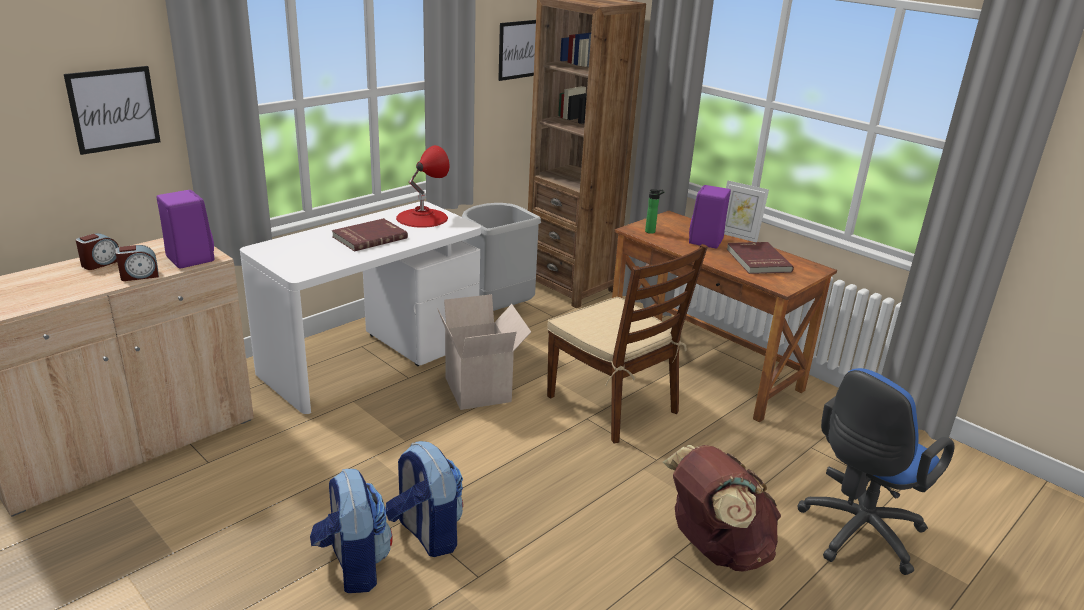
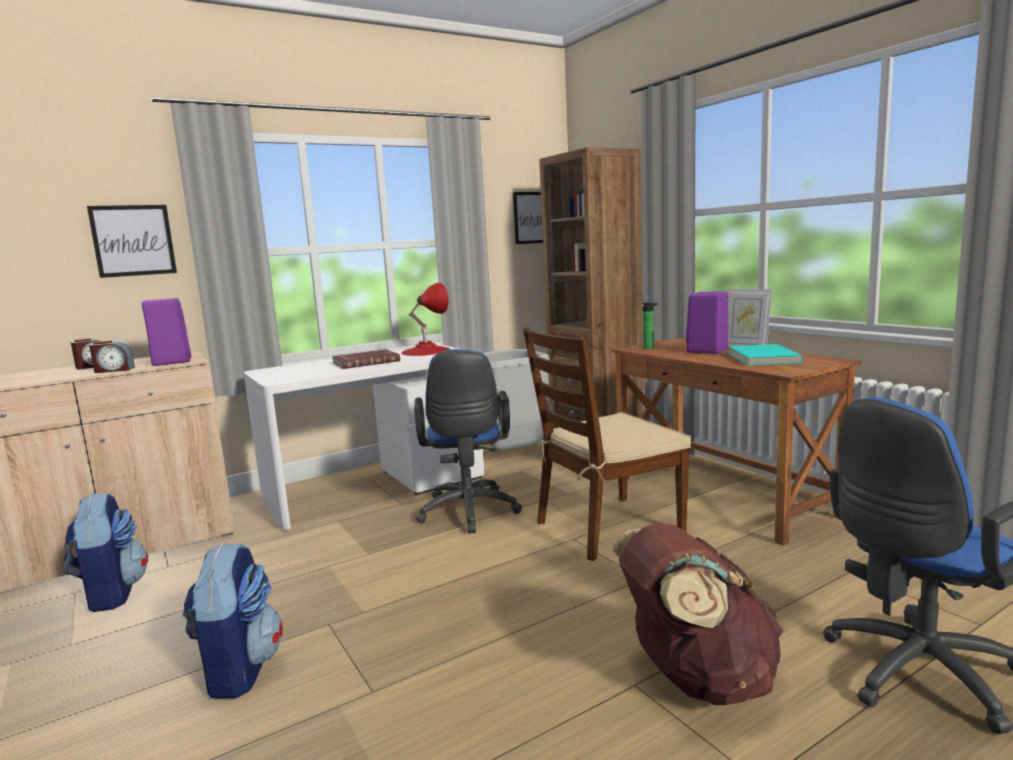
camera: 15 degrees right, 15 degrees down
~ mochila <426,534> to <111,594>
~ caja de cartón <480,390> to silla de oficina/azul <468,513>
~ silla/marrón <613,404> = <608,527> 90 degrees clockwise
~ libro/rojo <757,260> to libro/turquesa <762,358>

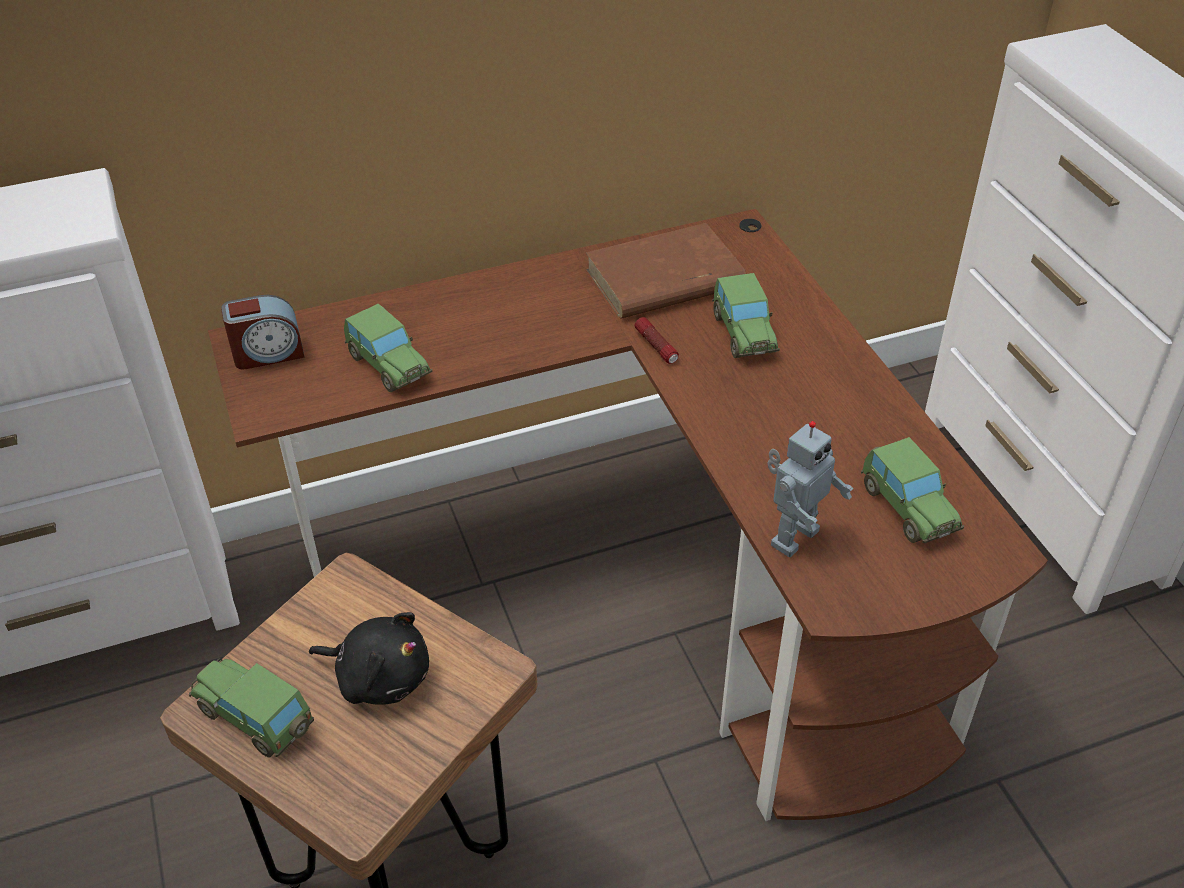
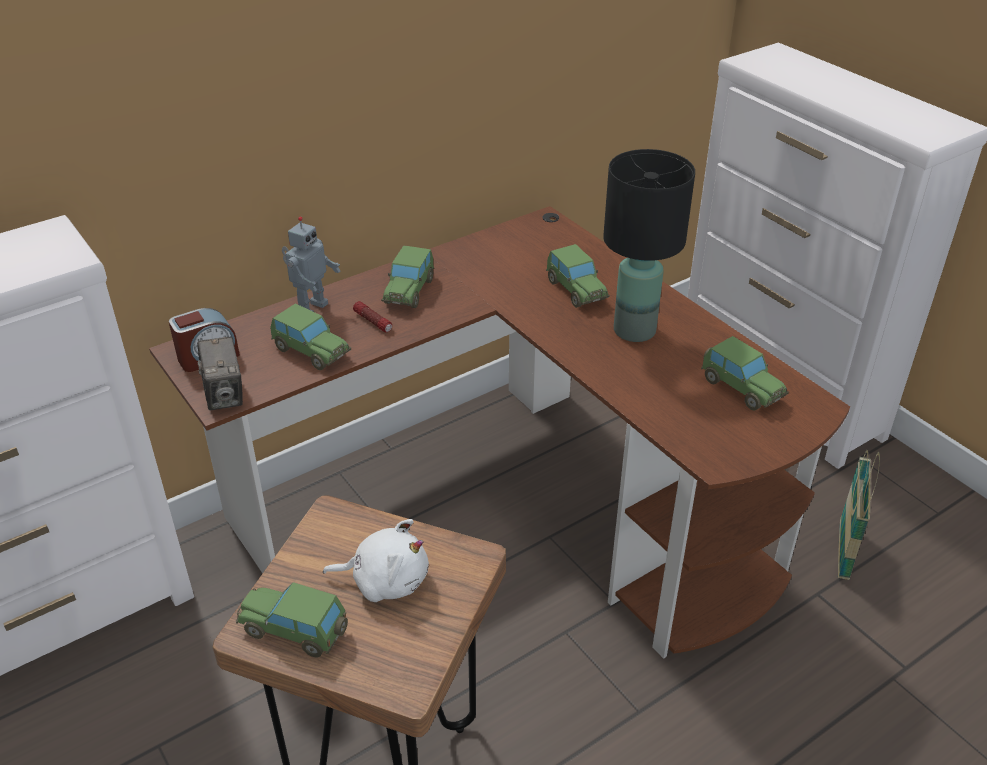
camera: 15 degrees left, 5 degrees down
+ cámara <225,395>
~ robot de juguete <792,536> to <310,309>
~ peluche/negro <379,677> to peluche/blanco <385,580>
~ linterna <656,346> to <373,322>
+ coche de juguete <409,291>
+ lámpara de mesa/negro <633,330>
+ cesta <843,551>
- libro/marrón <663,280>

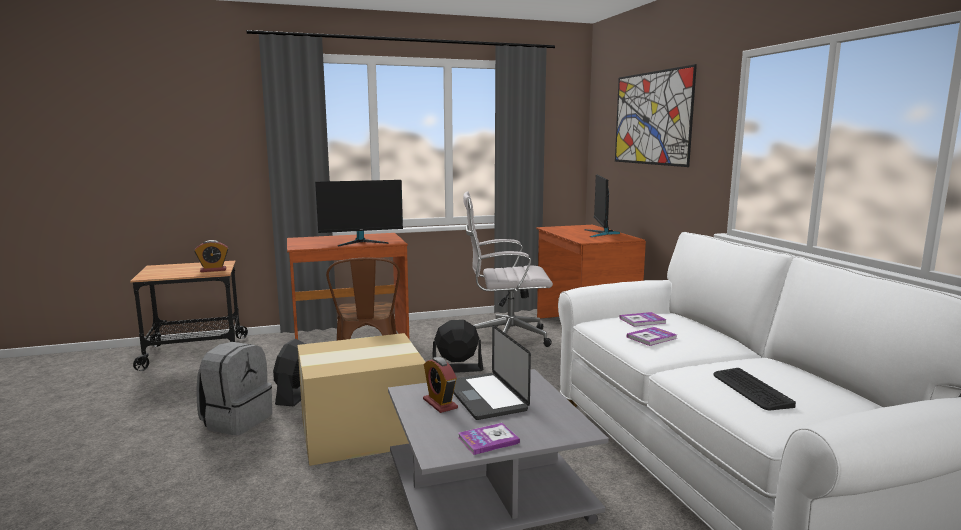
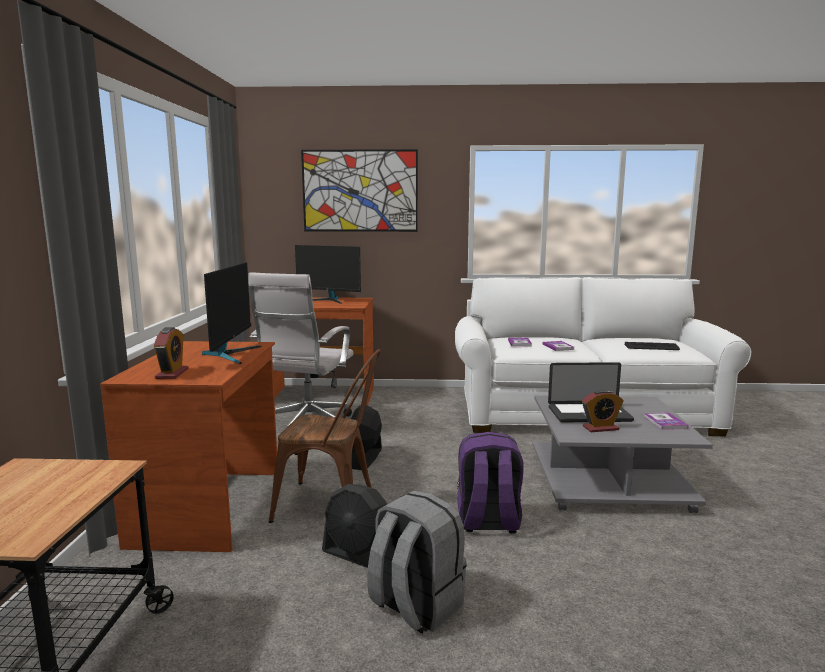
camera: 70 degrees left, 0 degrees up
~ despertador <213,270> to <172,373>
~ caja de cartón <360,432> to mochila/morado <488,522>

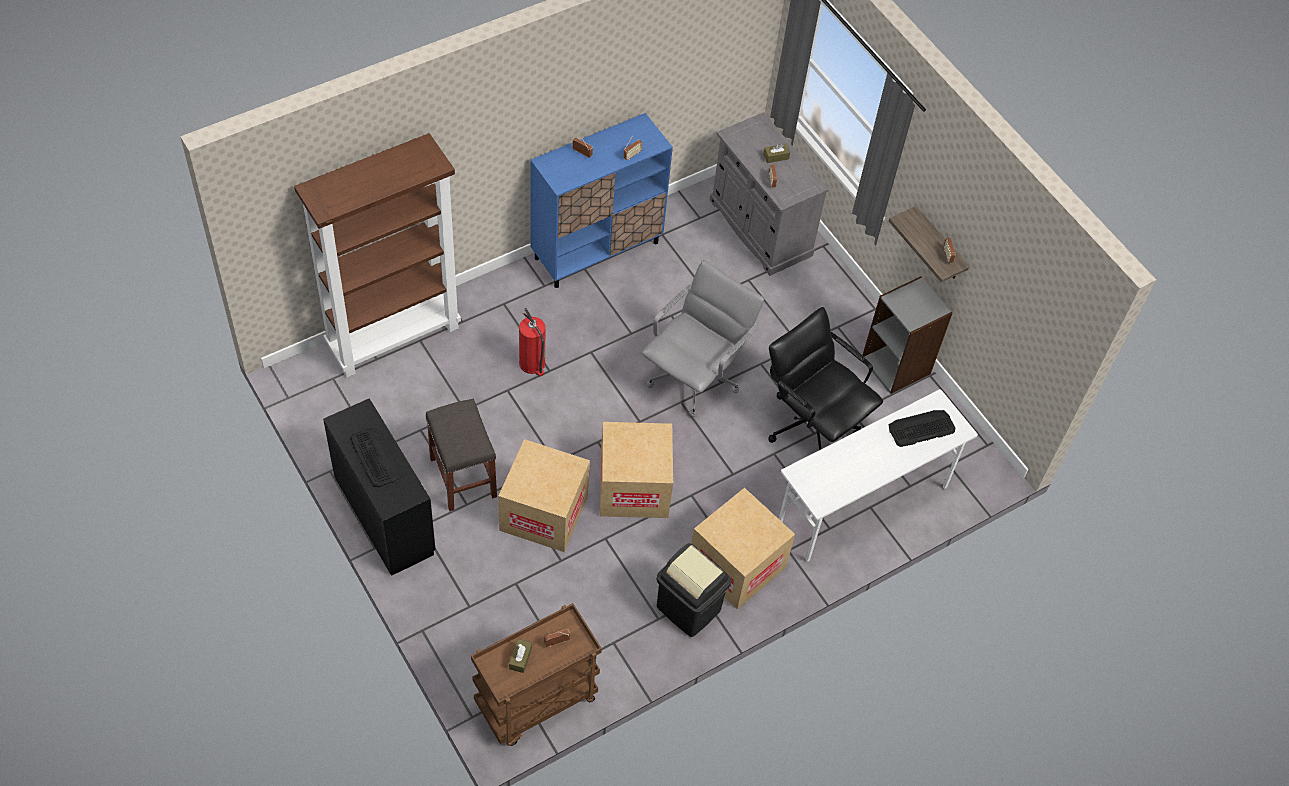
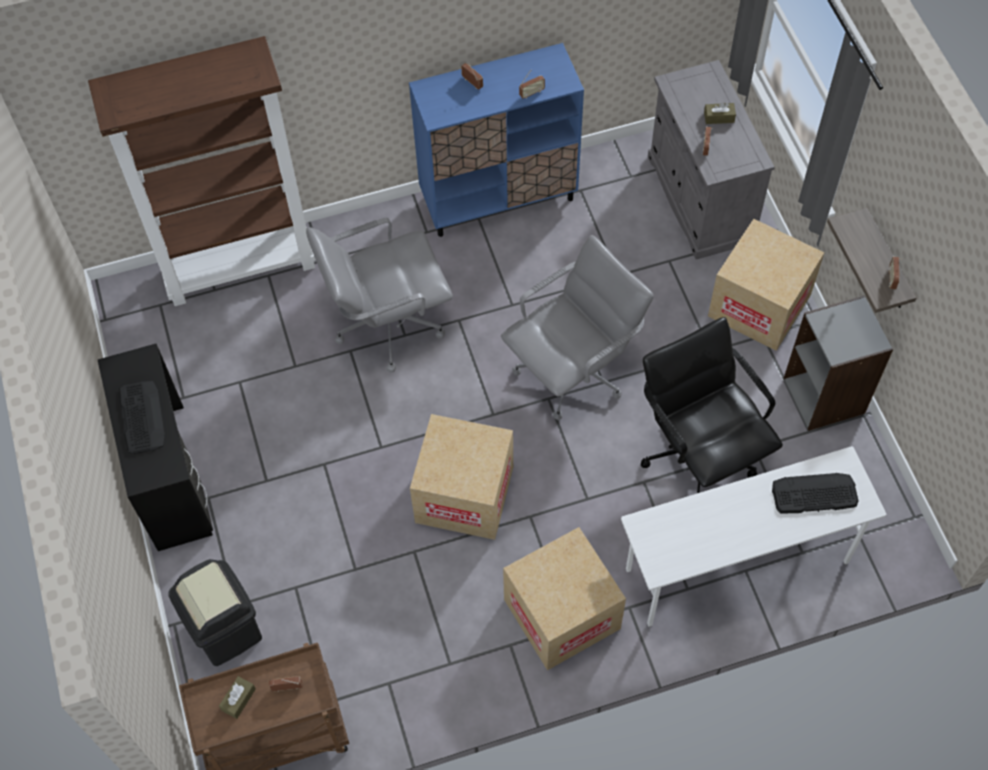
camera: 20 degrees right, 5 degrees up
~ papelera/negro <689,608> to <226,629>
~ extintor <532,364> to silla de oficina/gris <387,323>
~ caja de cartón <544,513> to <759,305>
- taburete/gris <464,478>

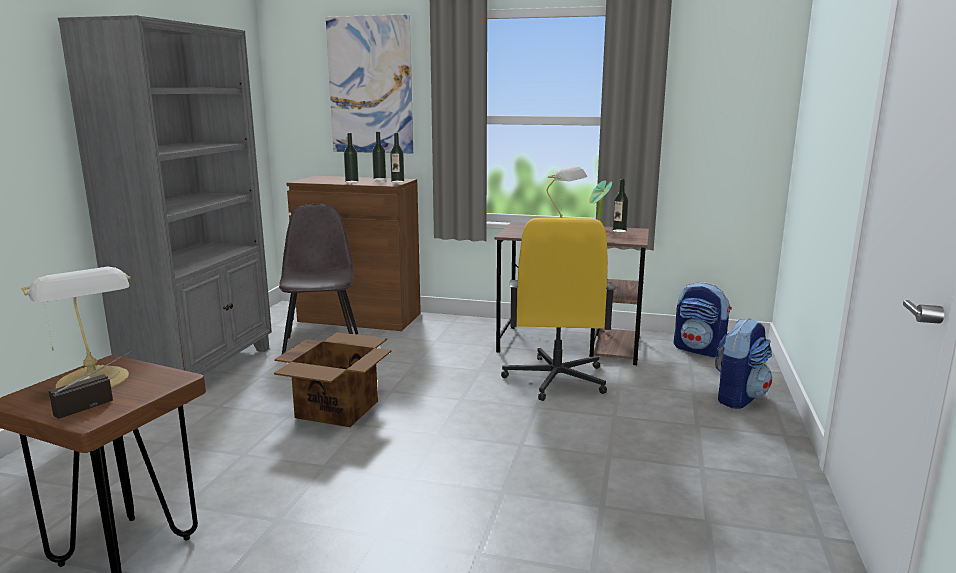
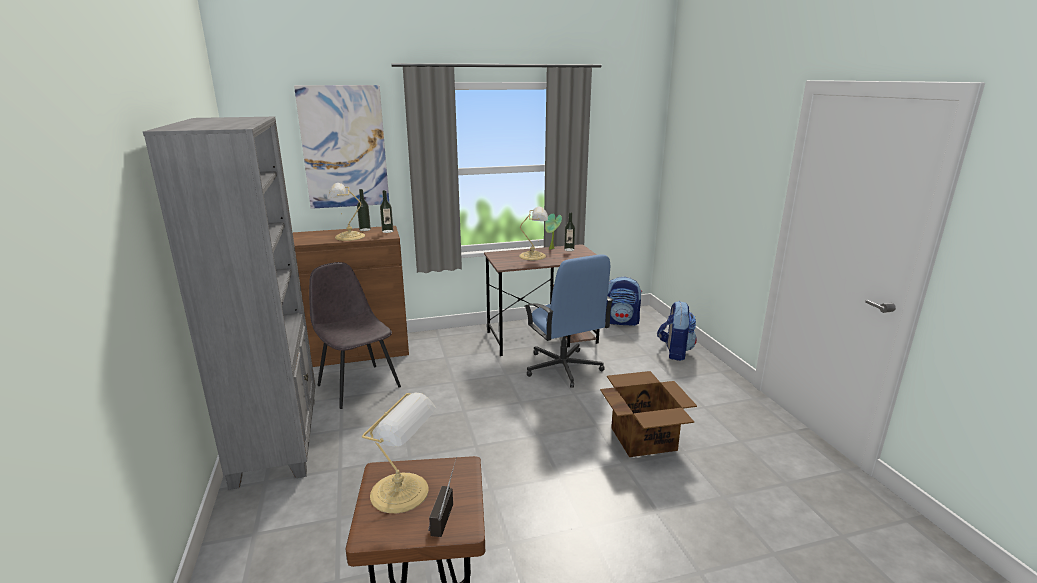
camera: 30 degrees left, 5 degrees up
~ botella <351,181> to lámpara de mesa <348,236>
~ silla de oficina/amarillo <556,380> to silla de oficina/azul <563,368>
~ caja de cartón <338,409> to <643,438>

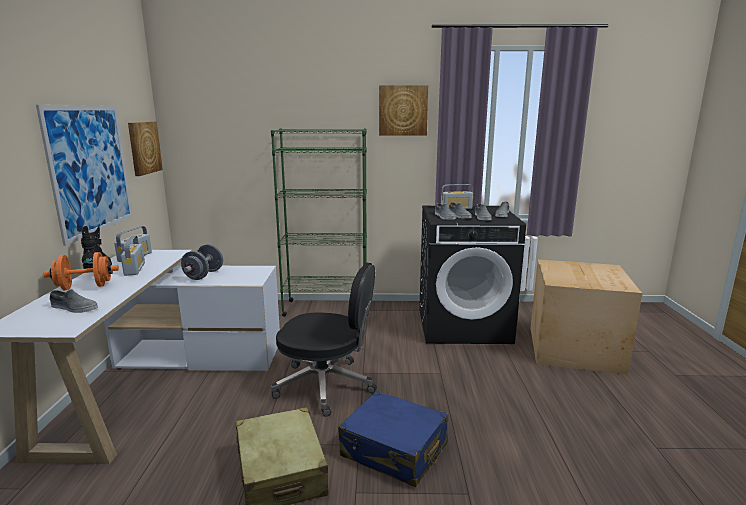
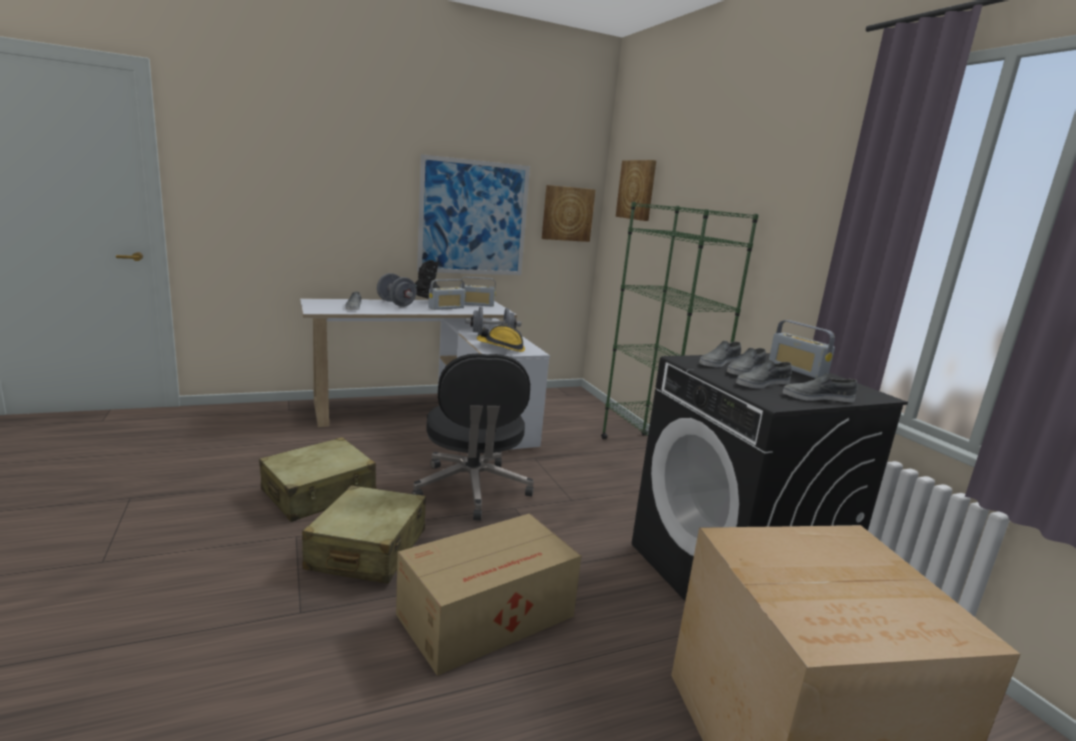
camera: 65 degrees right, 0 degrees up
~ maleta/azul <394,450> to maleta/beis <367,550>
~ mancuerna/naranja <85,287> to mancuerna/gris <396,303>
+ caja de cartón <489,615>
+ casco <501,348>
~ cuadro <403,110> to <637,190>

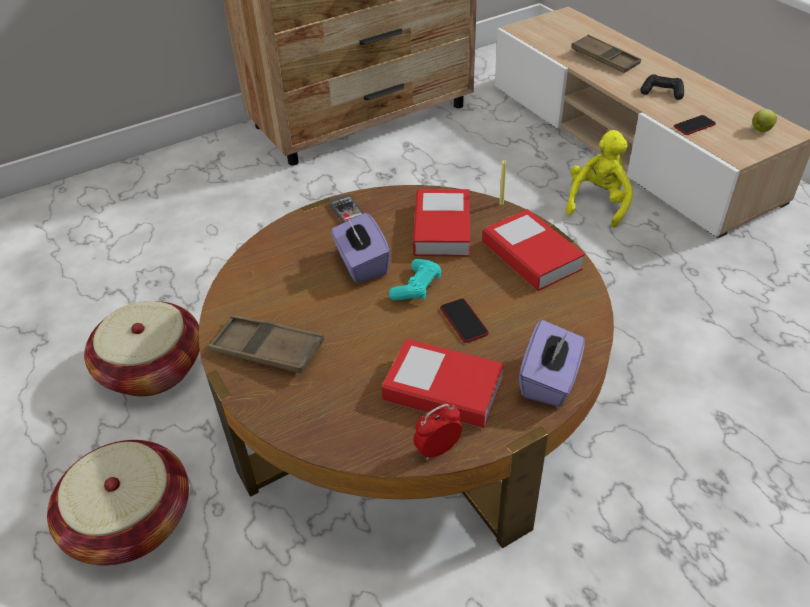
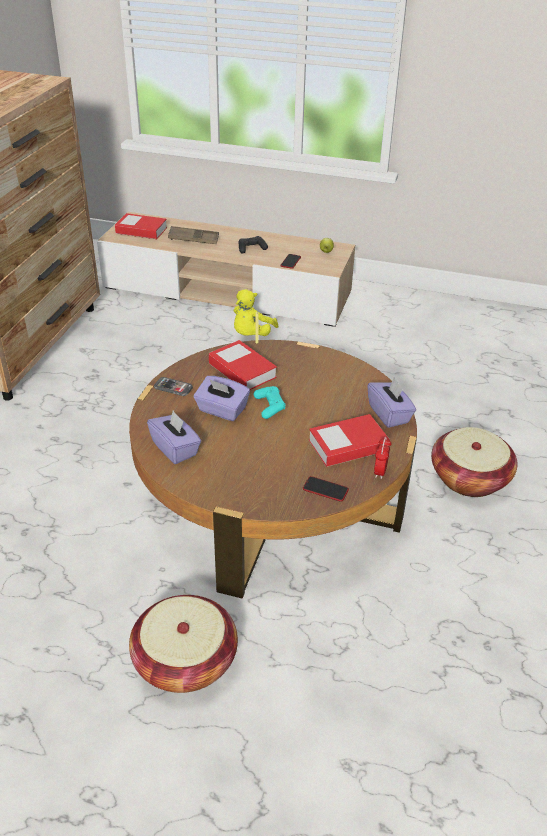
camera: 45 degrees left, 5 degrees down
~ libro <531,256> to <141,230>
+ caja de pañuelos/morado <175,449>
~ peluche/amarillo <598,203> = <251,335> 135 degrees counterclockwise
~ móvil <463,321> to <325,489>
~ cesta <152,368> to <469,478>
- bandeja/marrón <267,350>

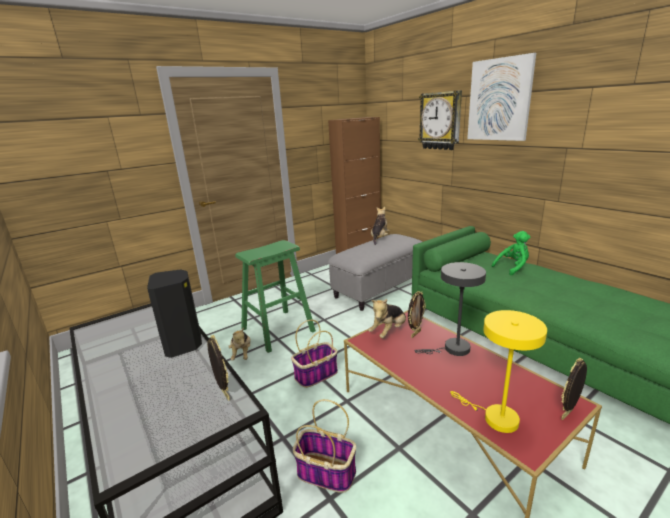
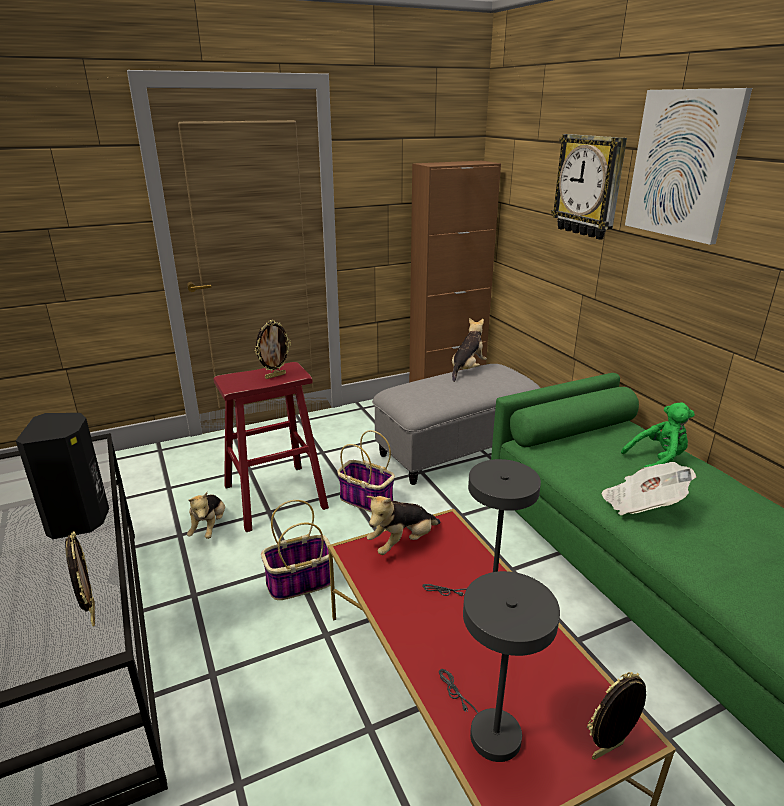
camera: 10 degrees right, 5 degrees up
~ taburete/verde <278,330> to taburete/rojo <275,496>
~ portarretratos <415,333> to <275,376>
~ cesta <325,472> to <365,499>
~ lámpara de mesa/amarillo <495,417> to lámpara de mesa/gris <488,730>
+ periódico <642,505>

